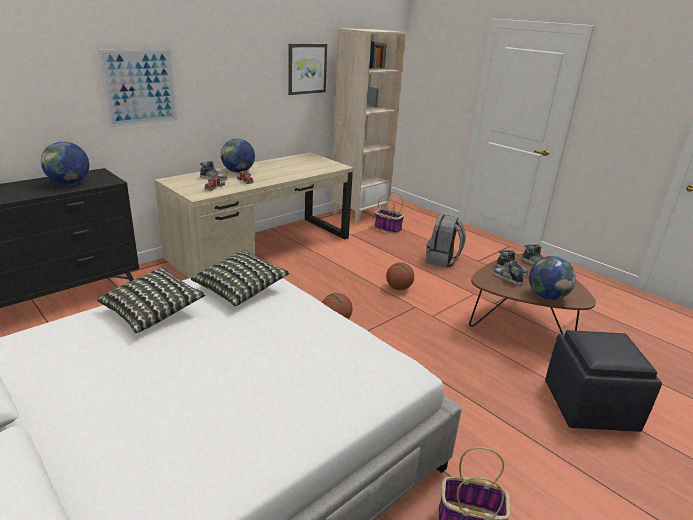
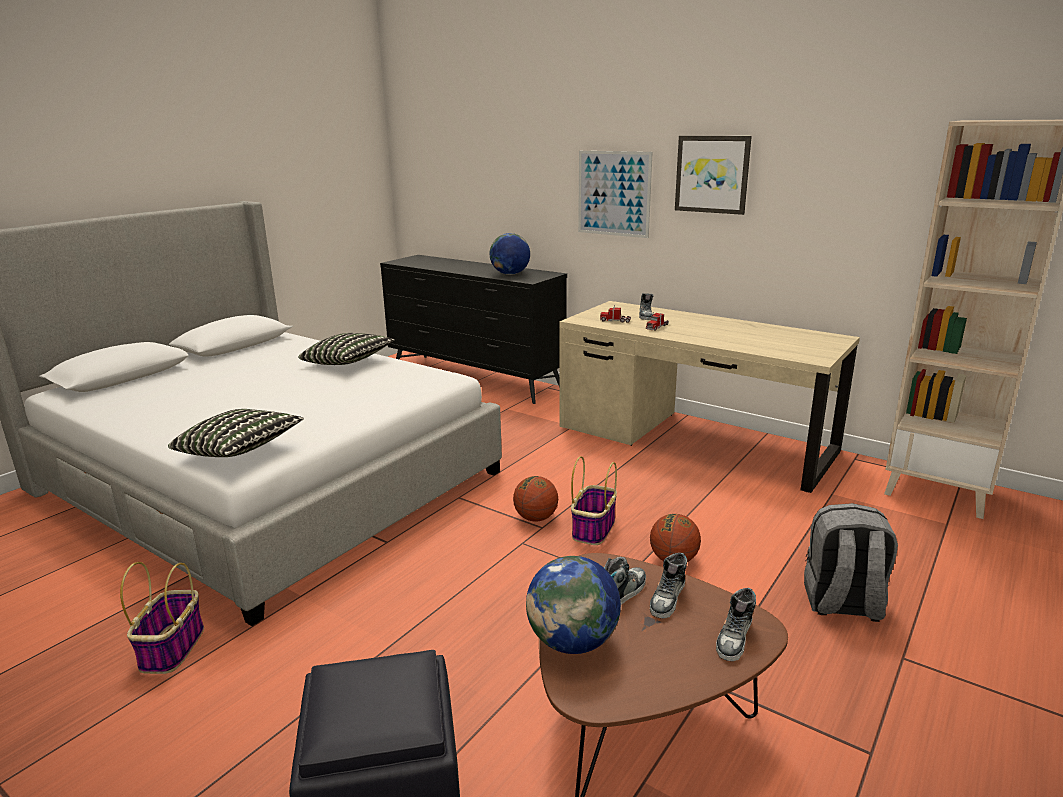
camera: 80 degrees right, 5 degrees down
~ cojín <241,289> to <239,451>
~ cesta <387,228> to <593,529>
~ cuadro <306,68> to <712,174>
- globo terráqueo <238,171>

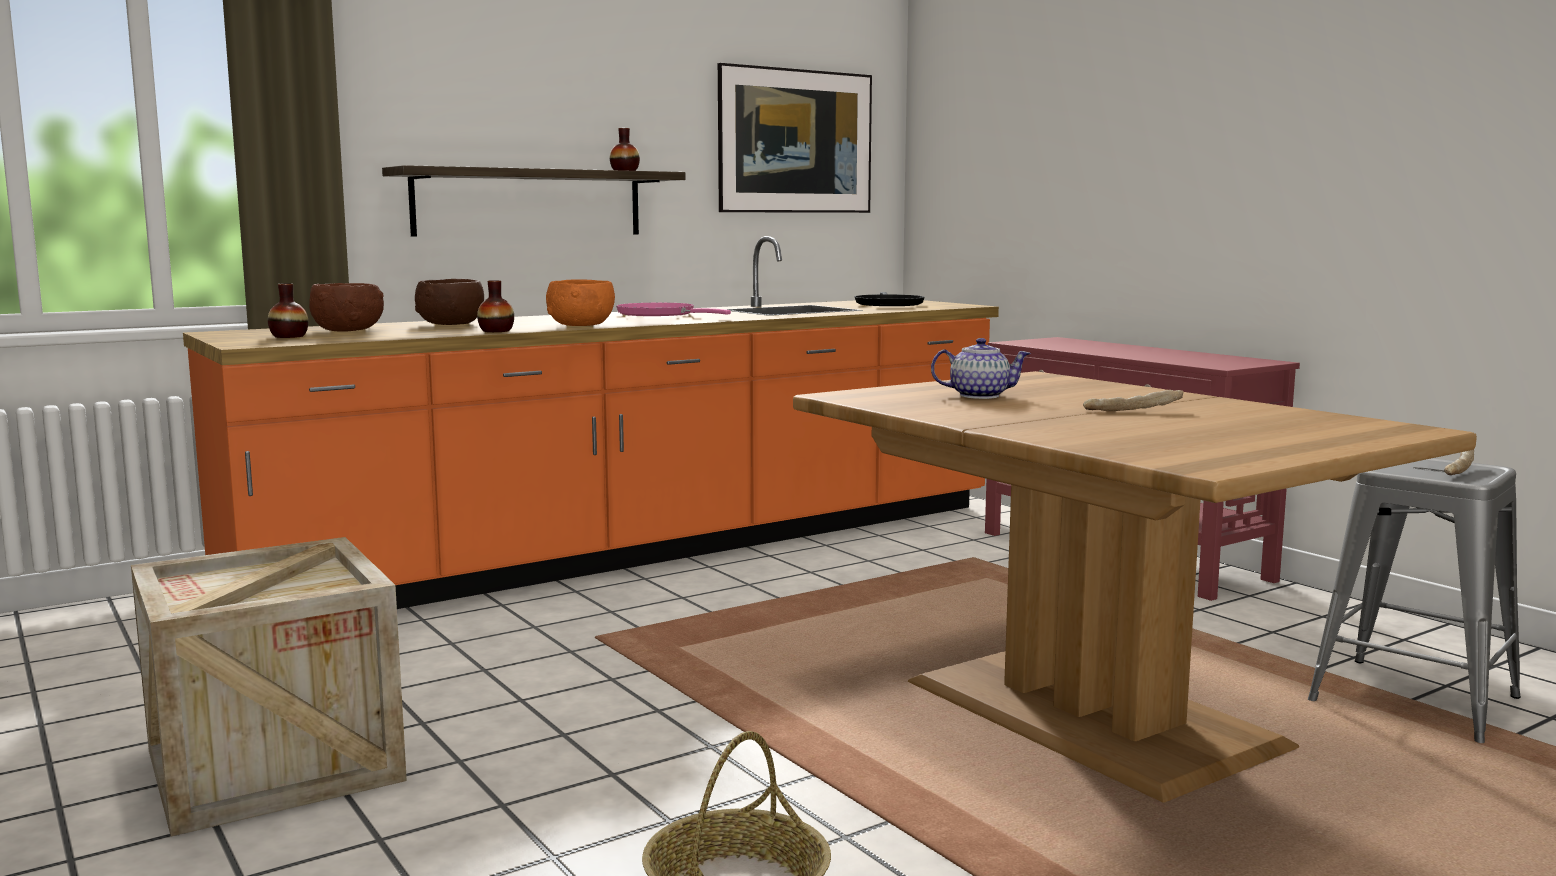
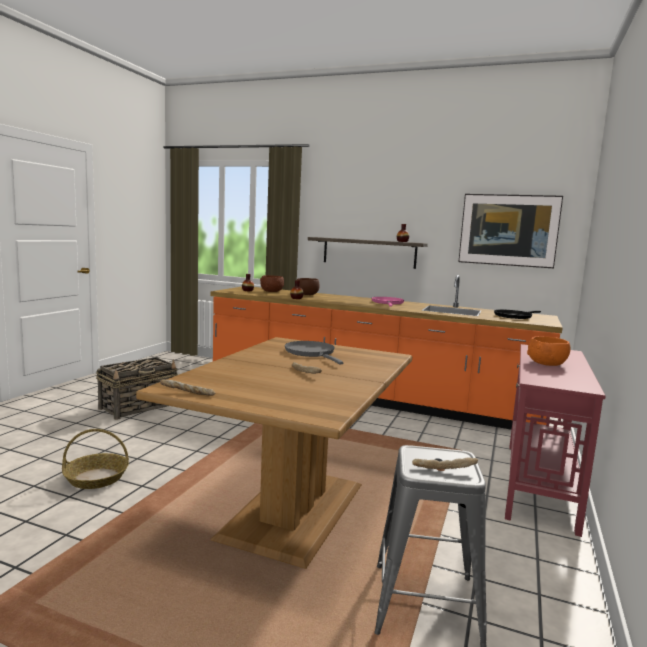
camera: 55 degrees right, 0 degrees up
~ caja de embalaje <274,765> to cesta <139,407>
+ pan <187,393>
~ tetera <978,395> to sartén/gris <311,353>
~ cuenco/naranja <582,325> to <547,364>

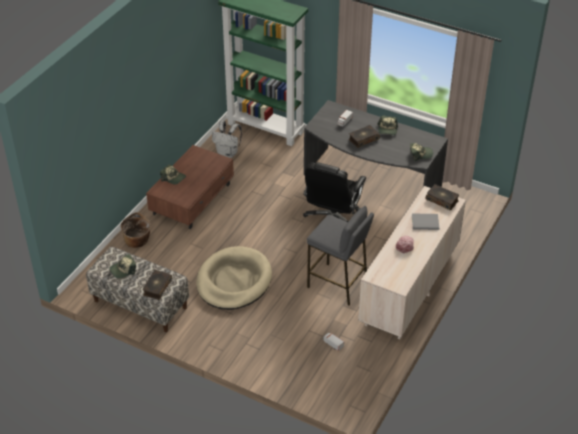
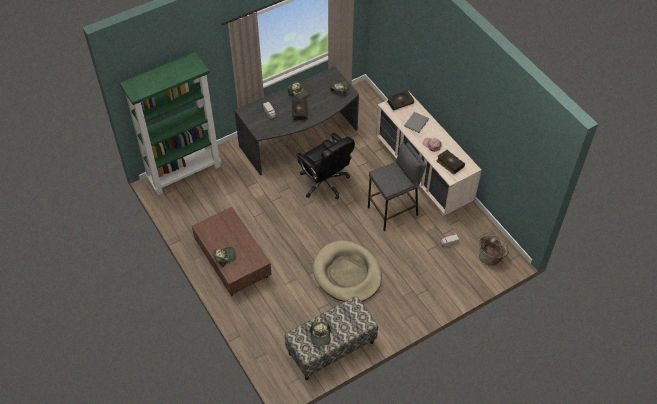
camera: 60 degrees left, 10 degrees up
~ libro <157,287> to <449,164>
~ cesta <137,242> to <491,257>
- mochila/blanco <228,153>

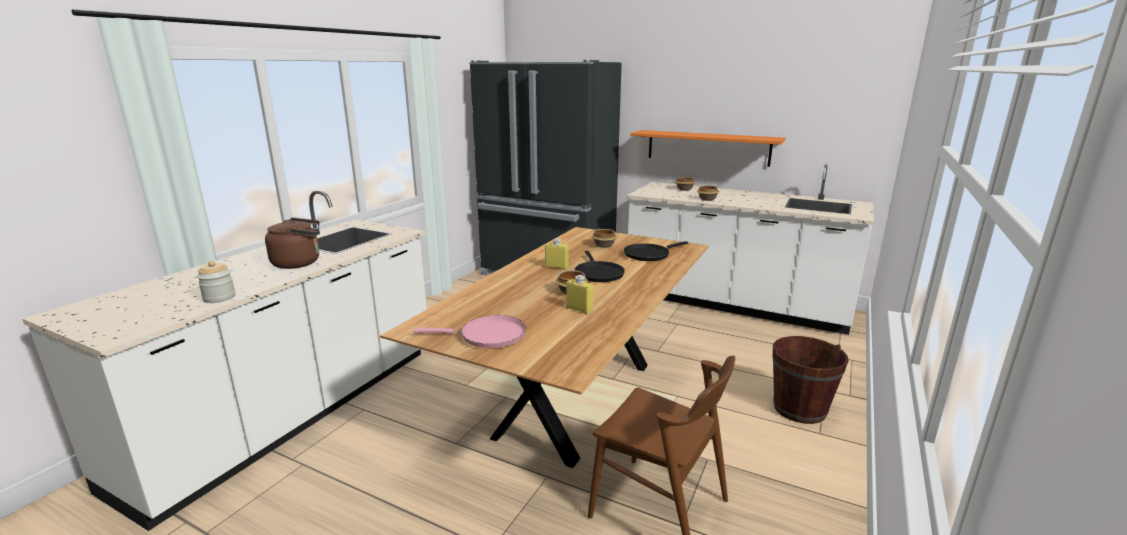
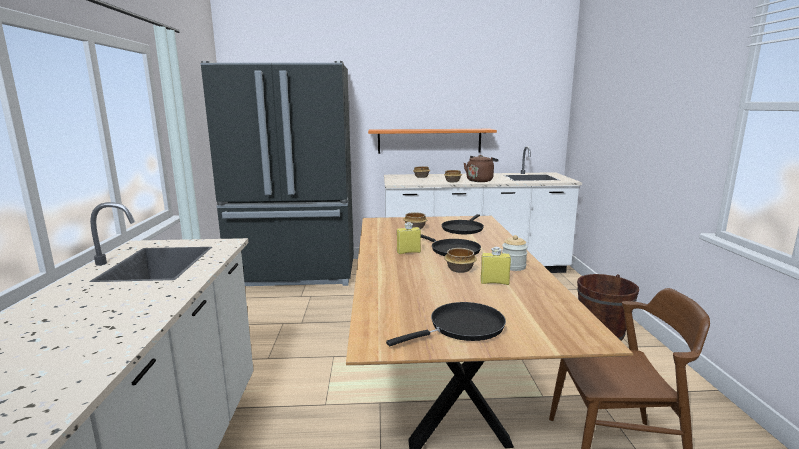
camera: 30 degrees left, 5 degrees down
~ sartén/rosa <488,336> to sartén/negro <462,327>
~ hervidor/marrón <300,263> to <480,180>
~ tarro <219,298> to <513,267>

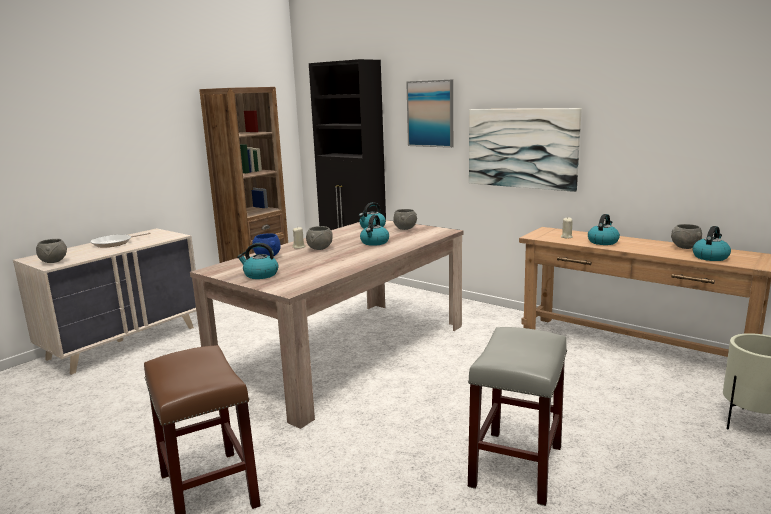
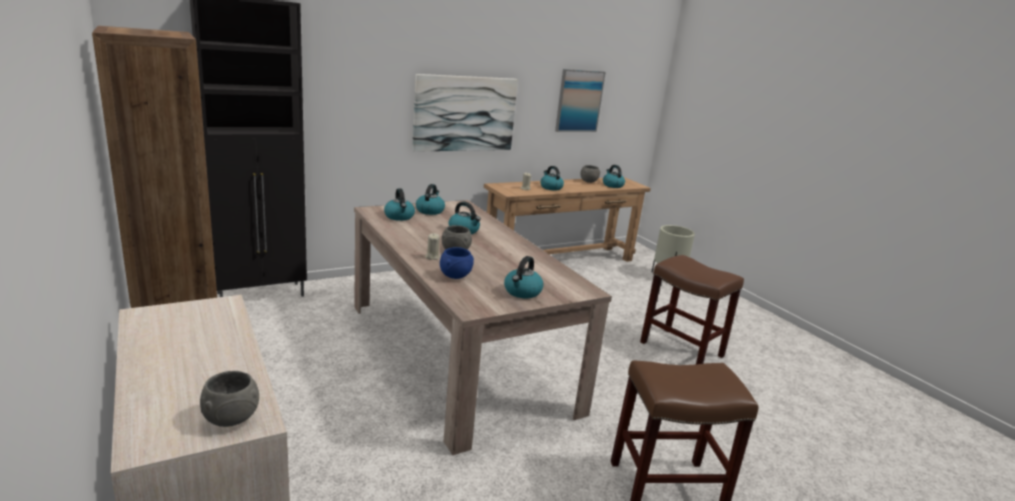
camera: 70 degrees left, 5 degrees up
~ cuenco/gris <404,229> to hervidor <430,211>
~ cuadro <430,113> to <579,101>
~ taburete/gris <517,467> to taburete/marrón <682,349>
- sartén <114,243>

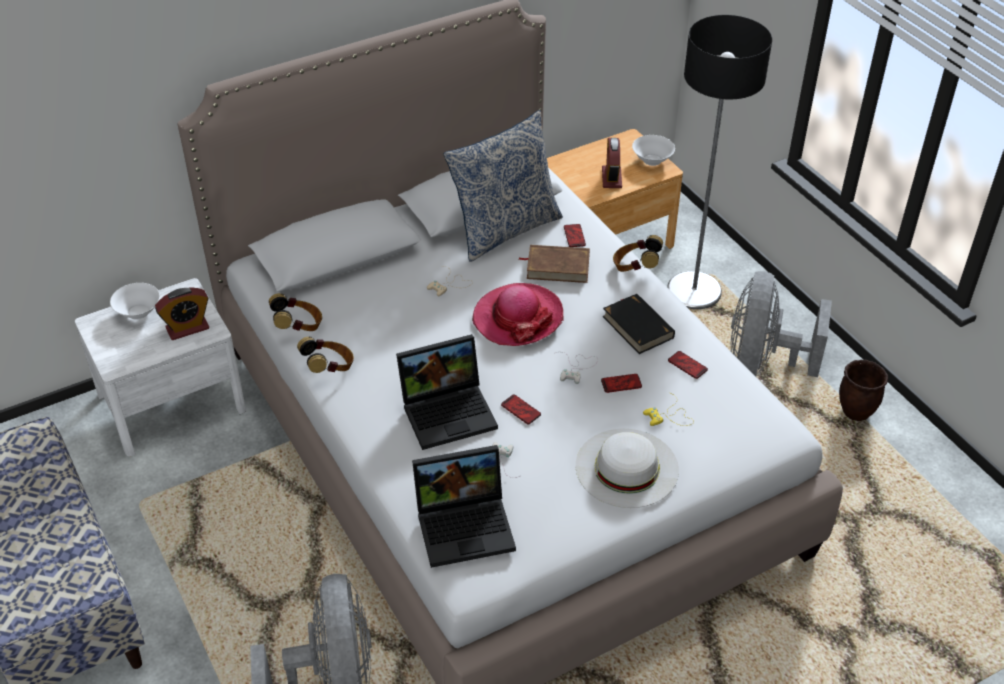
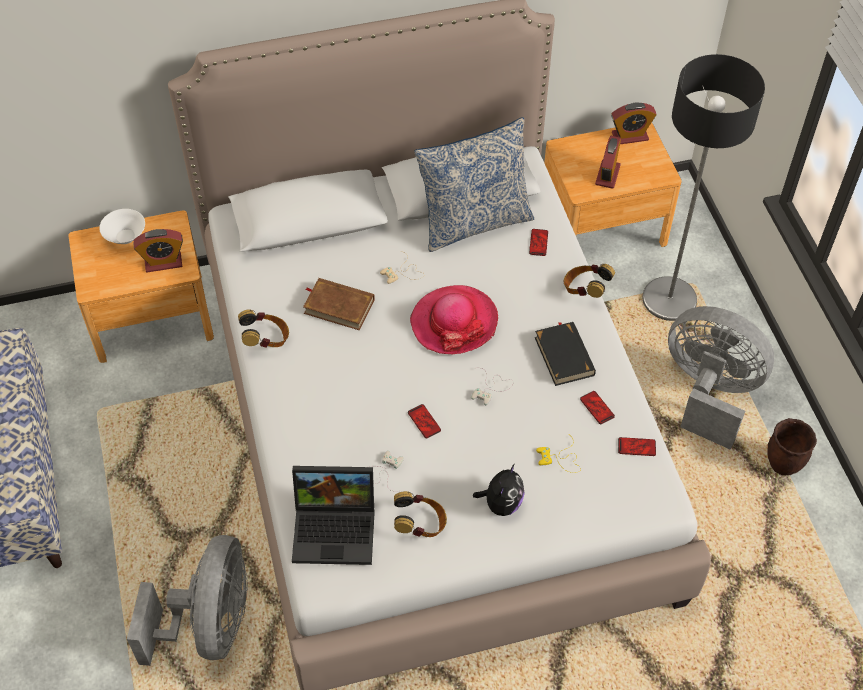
camera: 15 degrees right, 10 degrees up
~ mesita de noche/blanco <171,402> to mesita de noche/marrón <151,316>
~ libro/marrón <557,267> to <339,306>
~ auriculares <298,327> to <420,524>
~ sombrero/blanco <627,467> to peluche <501,503>
+ despertador <630,136>
~ móvil <621,384> to <636,447>
~ ventilador/gris <762,363> = <709,392> 90 degrees clockwise
- portátil <449,411>
- cuenco/blanco <651,160>

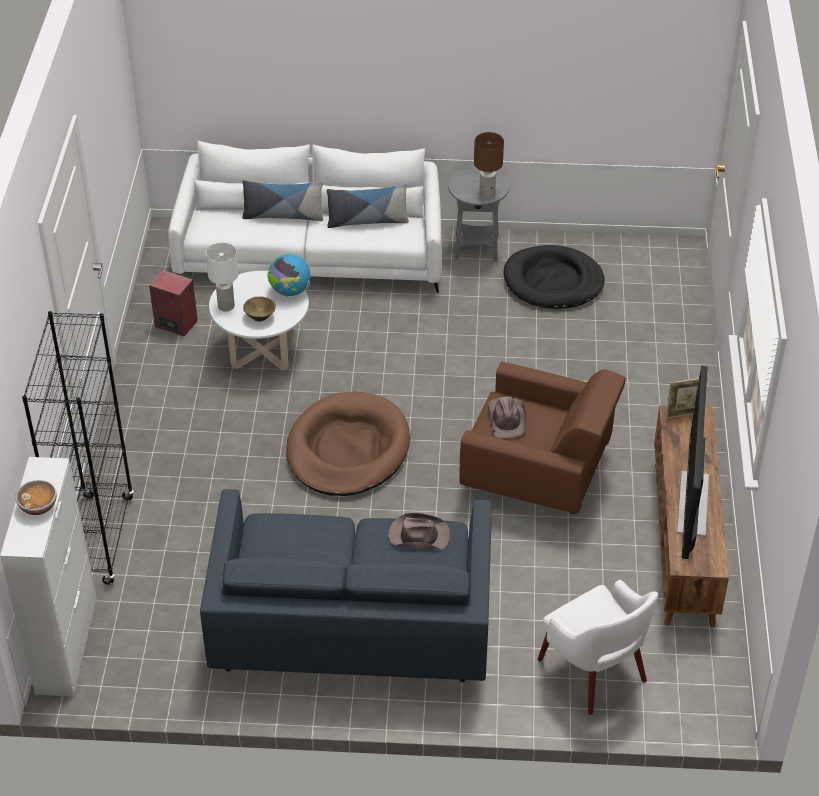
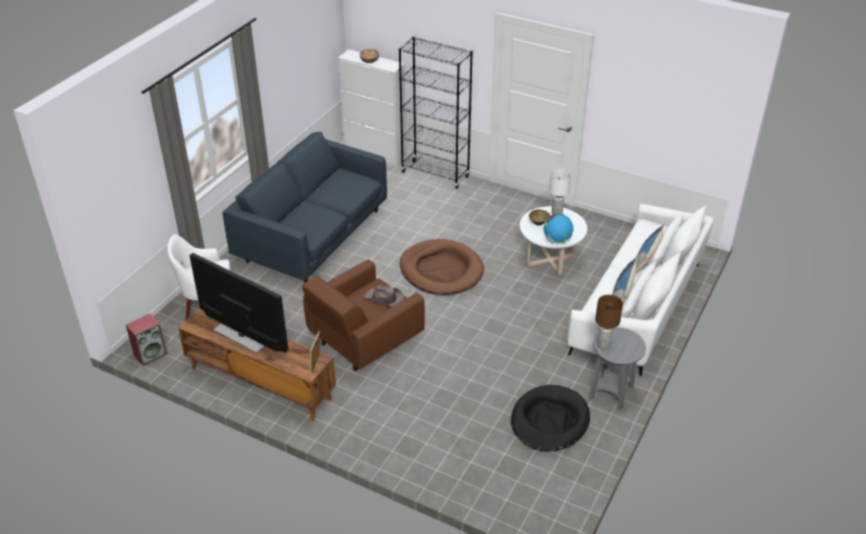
camera: 115 degrees right, 5 degrees down
~ altavoz <175,323> to <150,354>
- sombrero/marrón <418,535>

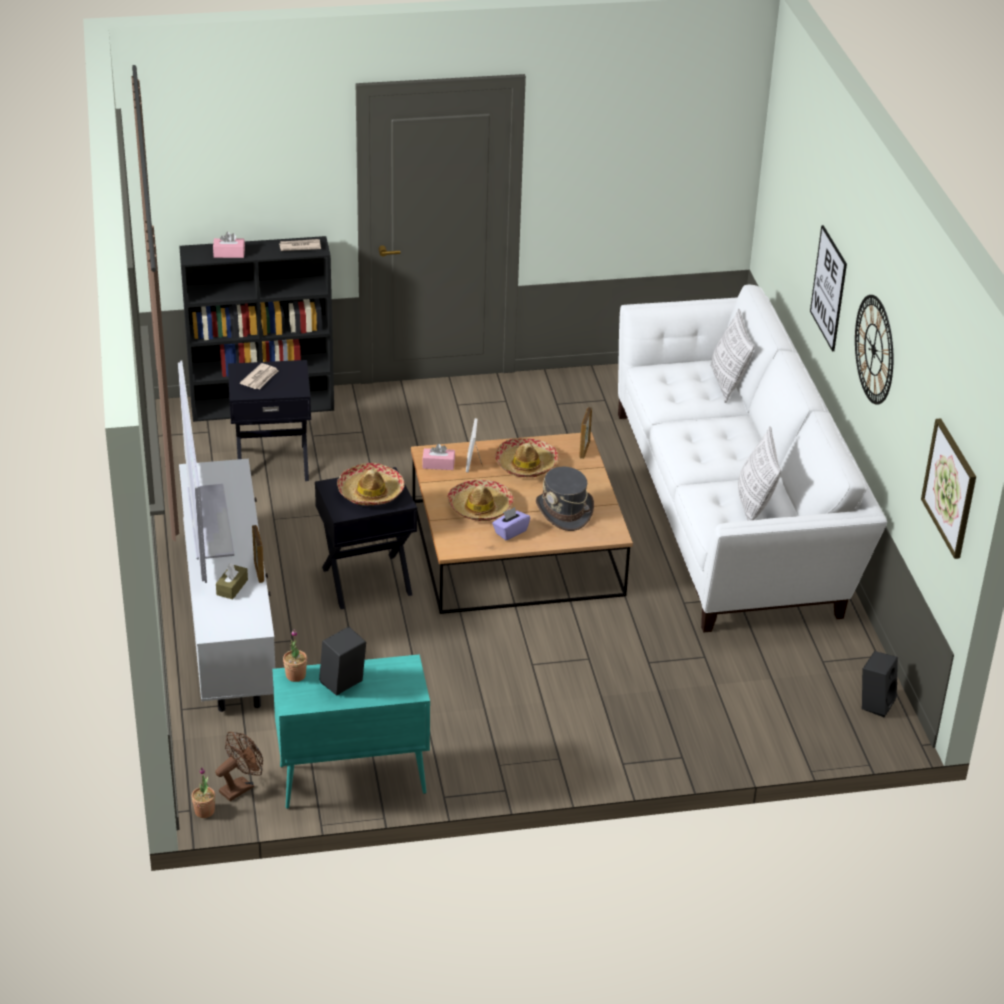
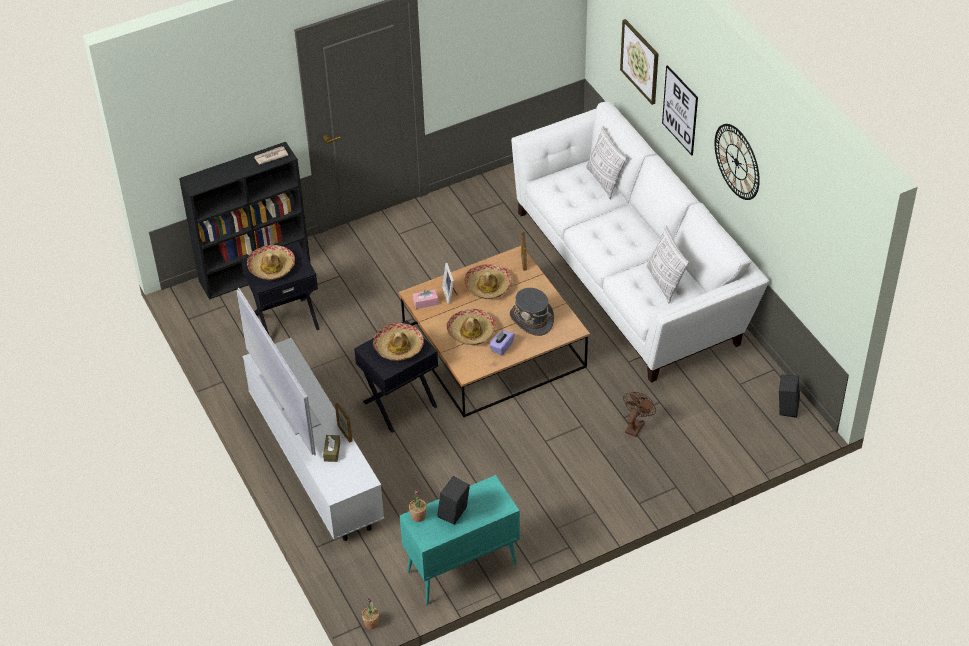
camera: 15 degrees left, 10 degrees up
~ periódico <260,378> to sombrero <271,267>
~ cuadro <950,488> to <640,61>
~ ventilador/marrón <240,787> to <636,425>
- caja de pañuelos/rosa <229,253>

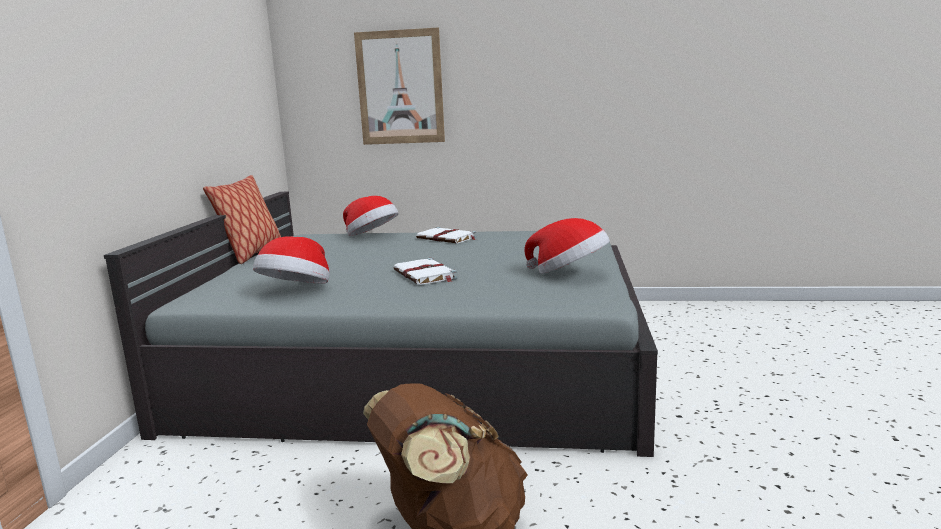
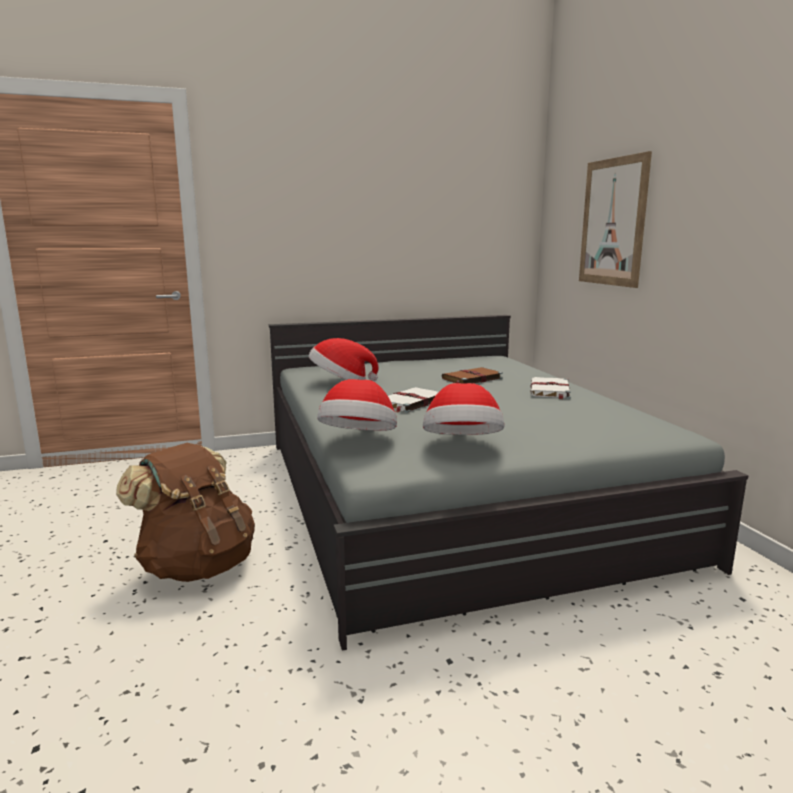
camera: 65 degrees right, 0 degrees up
~ sombrero <372,236> to <359,440>
+ libro/marrón <471,379>
- cojín <252,254>

